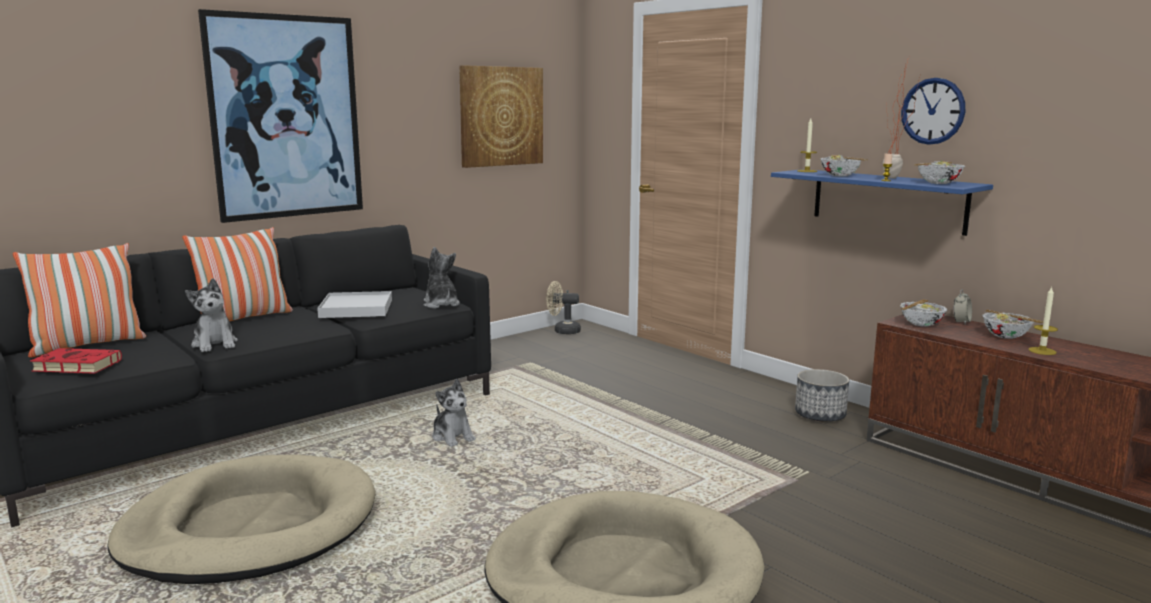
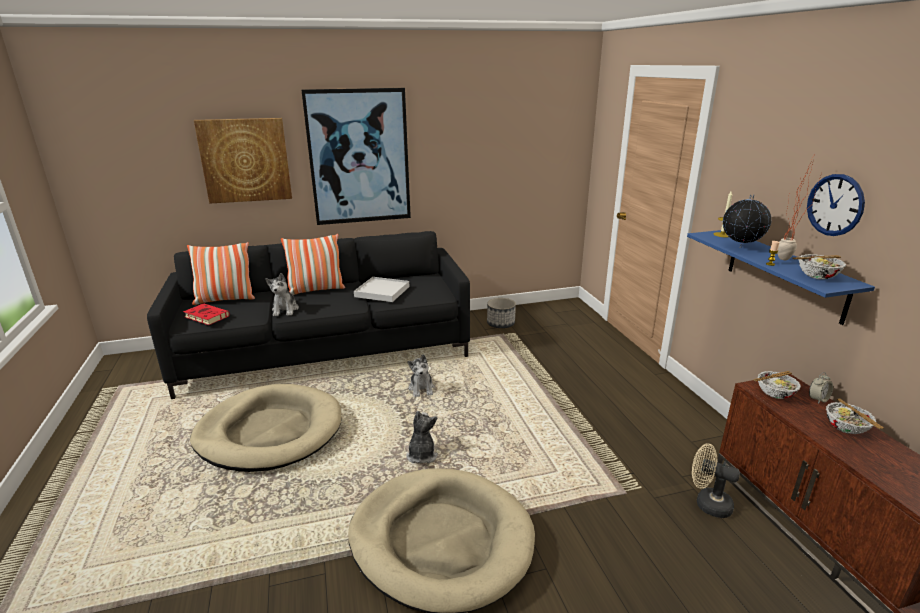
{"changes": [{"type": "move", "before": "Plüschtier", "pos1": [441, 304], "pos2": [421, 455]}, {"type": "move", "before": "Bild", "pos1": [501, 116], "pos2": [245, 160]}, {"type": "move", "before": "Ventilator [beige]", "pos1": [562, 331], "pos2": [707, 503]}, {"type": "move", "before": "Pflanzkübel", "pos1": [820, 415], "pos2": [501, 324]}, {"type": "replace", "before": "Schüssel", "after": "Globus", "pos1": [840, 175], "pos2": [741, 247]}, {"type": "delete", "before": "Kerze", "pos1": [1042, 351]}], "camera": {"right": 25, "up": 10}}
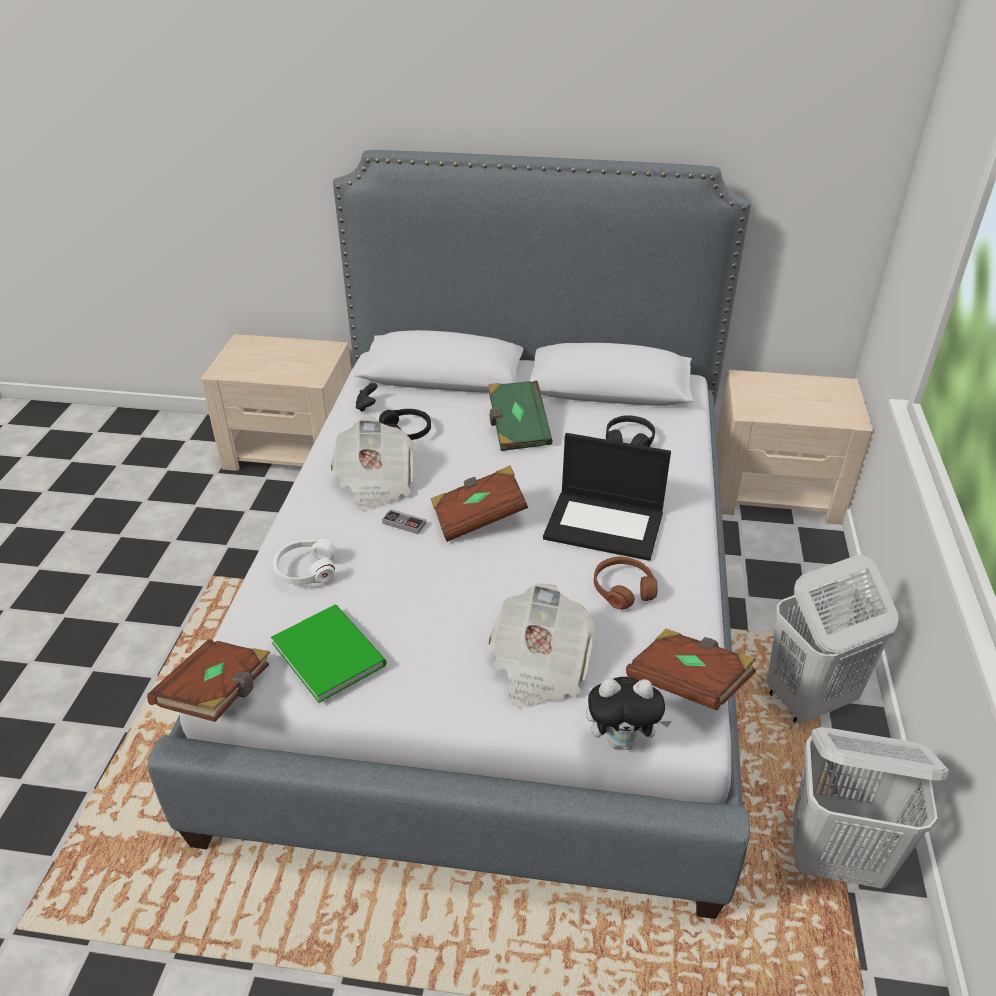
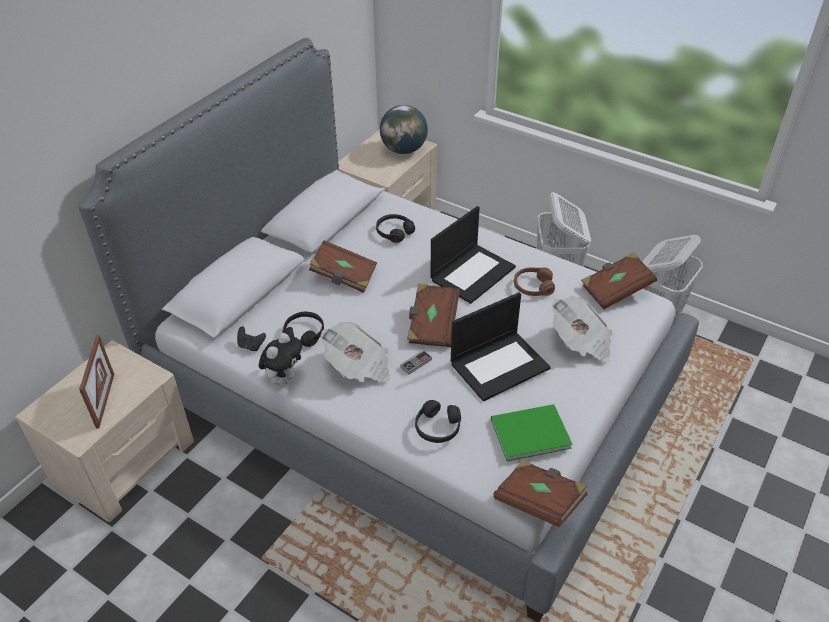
{"changes": [{"type": "recolor", "before": "Kopfhörer [weiß]", "after": "Kopfhörer [schwarz]", "pos1": [305, 569], "pos2": [437, 427]}, {"type": "recolor", "before": "Buch [grün]", "after": "Buch [braun]", "pos1": [517, 429], "pos2": [344, 276]}, {"type": "move", "before": "Plüschtier", "pos1": [622, 740], "pos2": [284, 378]}, {"type": "insert", "after": "Bilderrahmen", "pos2": [105, 400]}, {"type": "insert", "after": "Globus", "pos2": [403, 150]}, {"type": "insert", "after": "Laptop", "pos2": [500, 365]}], "camera": {"right": -65, "up": 5}}
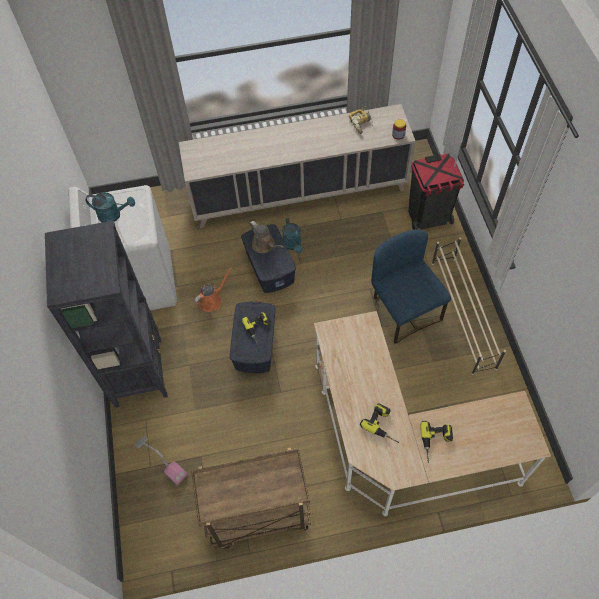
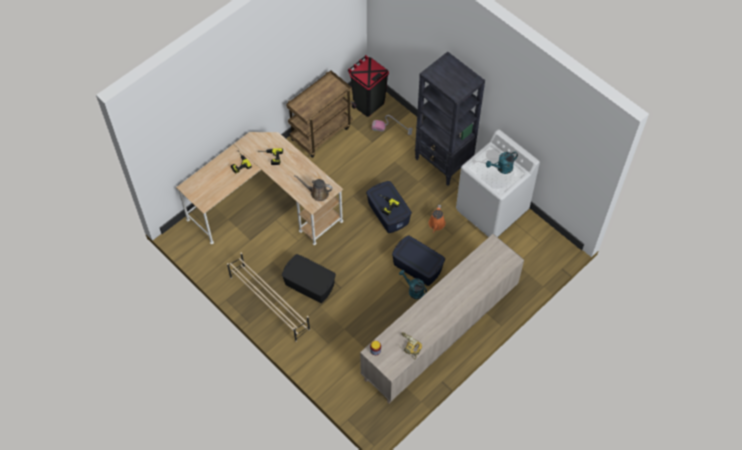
{"changes": [{"type": "move", "before": "Gießkanne [braun]", "pos1": [265, 245], "pos2": [317, 193]}, {"type": "replace", "before": "Stuhl [blau]", "after": "Aufbewahrungsbox [schwarz]", "pos1": [404, 310], "pos2": [309, 284]}, {"type": "move", "before": "Mülleimer [schwarz]", "pos1": [428, 217], "pos2": [368, 104]}], "camera": {"right": 145, "up": 0}}
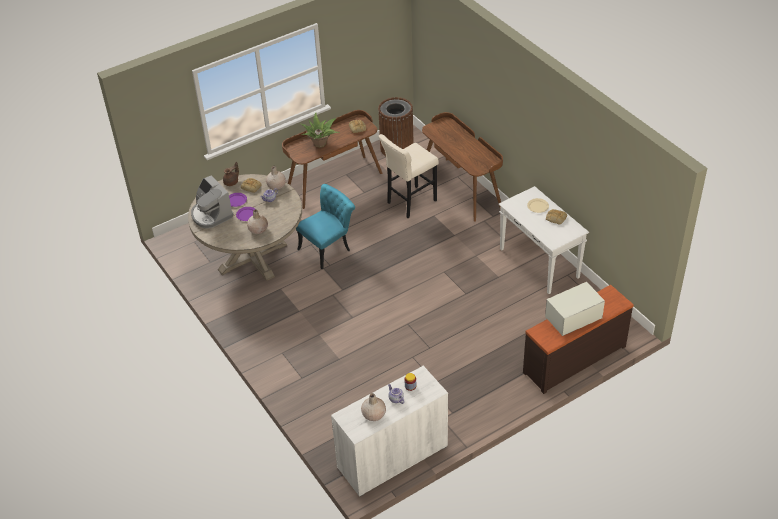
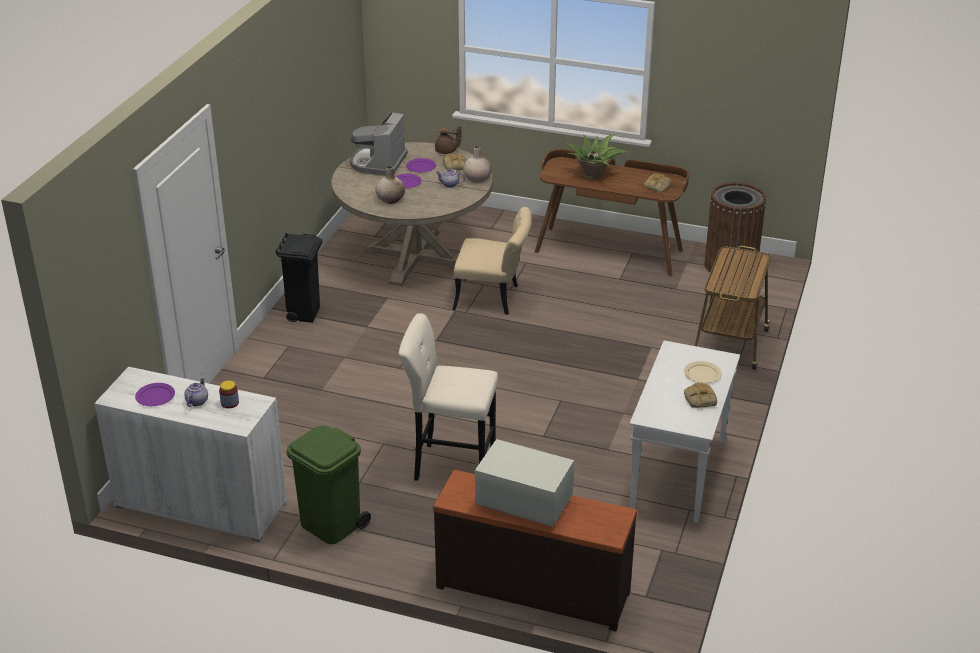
{"changes": [{"type": "recolor", "before": "Stuhl [türkis]", "after": "Stuhl [beige]", "pos1": [328, 247], "pos2": [493, 298]}, {"type": "replace", "before": "Vase [beige]", "after": "Teller [lila]", "pos1": [373, 414], "pos2": [155, 396]}, {"type": "move", "before": "Hocker [beige]", "pos1": [410, 203], "pos2": [450, 465]}, {"type": "replace", "before": "Schreibtisch [braun]", "after": "Rollwagen", "pos1": [461, 188], "pos2": [730, 345]}, {"type": "insert", "after": "Mülleimer [schwarz]", "pos2": [304, 314]}, {"type": "insert", "after": "Mülleimer [grün]", "pos2": [331, 525]}], "camera": {"right": 50, "up": -10}}
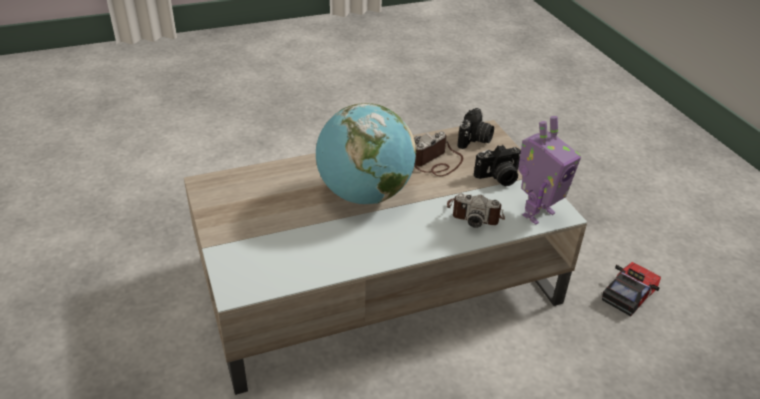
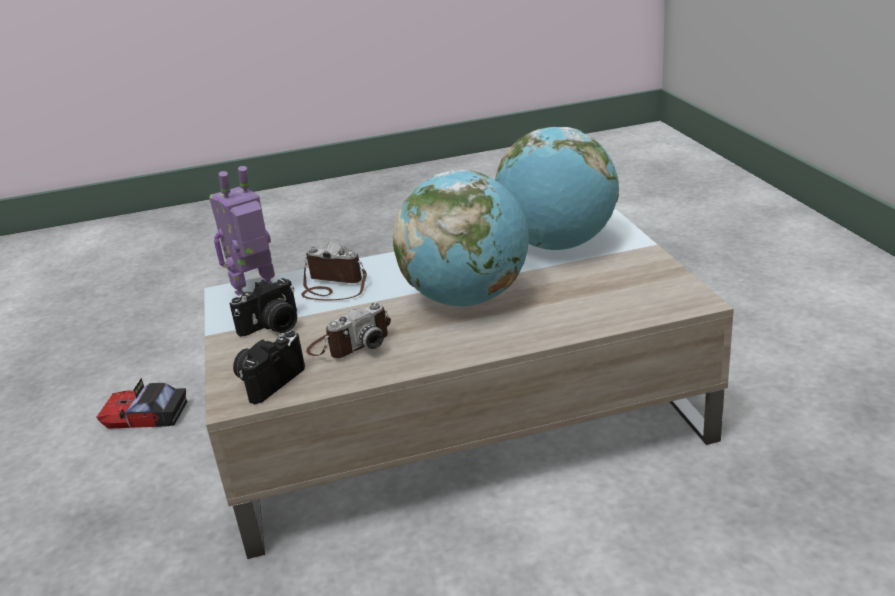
{"changes": [{"type": "rotate", "before": "Kamera", "pos1": [498, 178], "pos2": [273, 327], "turn": 150}, {"type": "rotate", "before": "Spielzeugauto", "pos1": [629, 292], "pos2": [146, 415], "turn": 45}, {"type": "insert", "after": "Globus", "pos2": [558, 245]}], "camera": {"right": -170, "up": -10}}
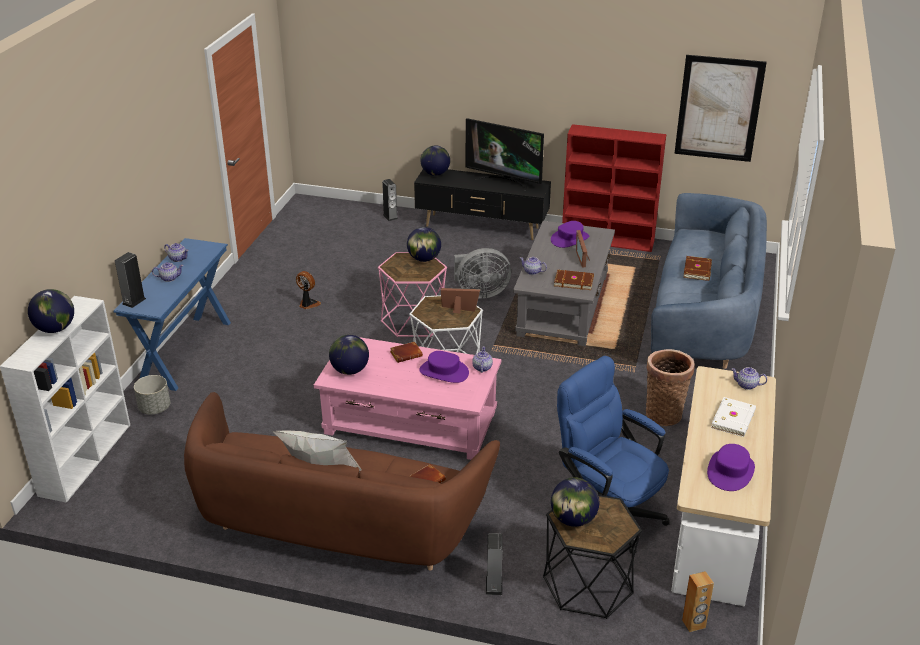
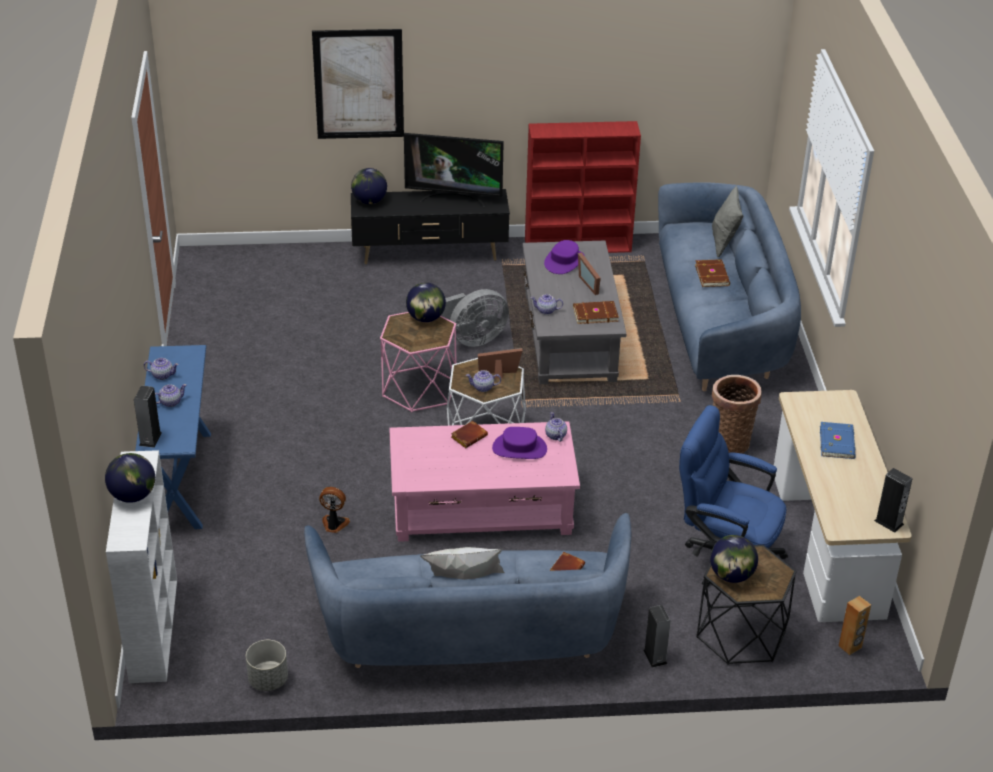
{"changes": [{"type": "move", "before": "Pflanzkübel [grau]", "pos1": [154, 408], "pos2": [268, 680]}, {"type": "recolor", "before": "Sofa [braun]", "after": "Sofa [blau]", "pos1": [337, 525], "pos2": [470, 635]}, {"type": "move", "before": "Ventilator", "pos1": [308, 304], "pos2": [334, 524]}, {"type": "delete", "before": "Globus", "pos1": [350, 370]}, {"type": "move", "before": "Lautsprecher", "pos1": [390, 217], "pos2": [888, 522]}, {"type": "move", "before": "Bild", "pos1": [719, 108], "pos2": [359, 84]}, {"type": "delete", "before": "Hut [lila]", "pos1": [730, 471]}, {"type": "recolor", "before": "Buch [weiß]", "after": "Buch [blau]", "pos1": [734, 419], "pos2": [838, 442]}, {"type": "move", "before": "Teekanne", "pos1": [747, 385], "pos2": [483, 387]}, {"type": "insert", "after": "Kissen [grau]", "pos2": [724, 243]}], "camera": {"right": -20, "up": 5}}
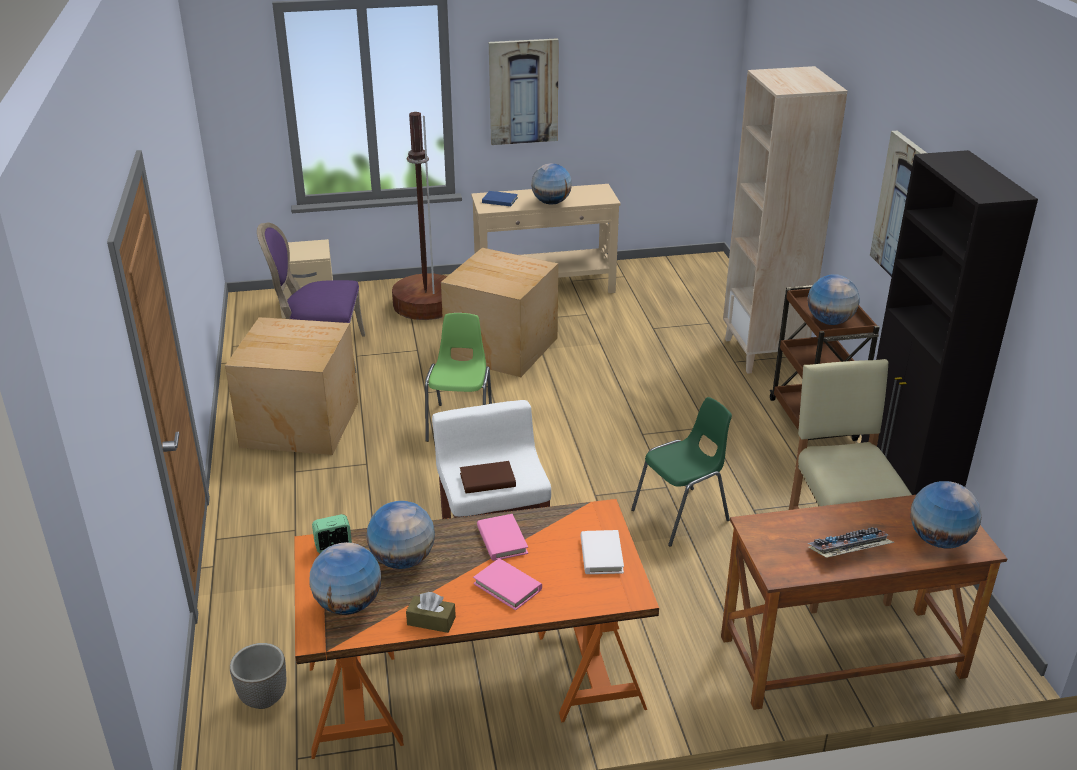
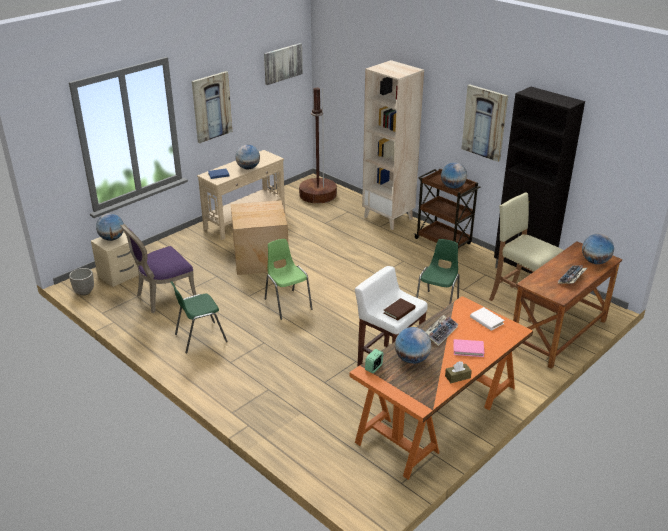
{"changes": [{"type": "replace", "before": "Karton", "after": "Stuhl [grün]", "pos1": [299, 423], "pos2": [200, 337]}, {"type": "move", "before": "Pflanzkübel", "pos1": [263, 698], "pos2": [84, 292]}, {"type": "move", "before": "Globus", "pos1": [348, 605], "pos2": [112, 238]}, {"type": "move", "before": "Stehlampe [braun]", "pos1": [426, 304], "pos2": [317, 195]}, {"type": "replace", "before": "Buch [rosa]", "after": "Tastatur", "pos1": [502, 540], "pos2": [440, 332]}, {"type": "insert", "after": "Bild", "pos2": [282, 63]}], "camera": {"right": -35, "up": 0}}
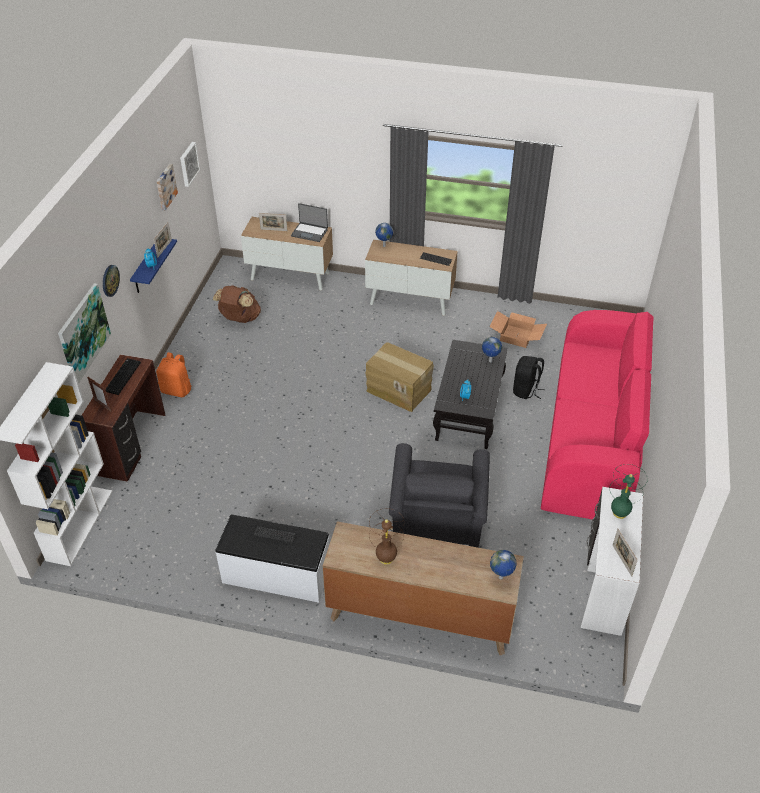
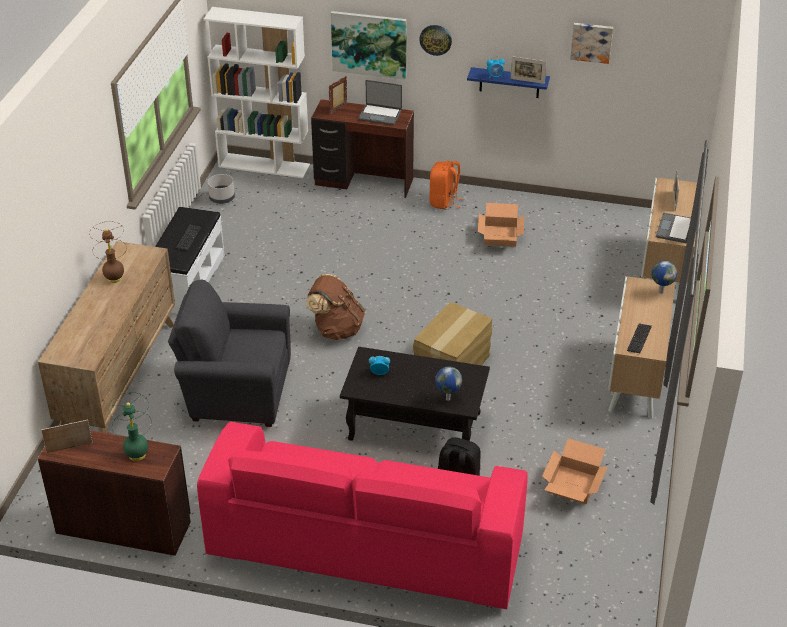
{"changes": [{"type": "replace", "before": "Tastatur", "after": "Laptop", "pos1": [122, 376], "pos2": [380, 115]}, {"type": "delete", "before": "Bild", "pos1": [188, 164]}, {"type": "move", "before": "Rucksack [braun]", "pos1": [239, 319], "pos2": [336, 329]}, {"type": "delete", "before": "Globus", "pos1": [501, 578]}, {"type": "recolor", "before": "Schreibtisch [weiß]", "after": "Schreibtisch [braun]", "pos1": [603, 586], "pos2": [124, 526]}, {"type": "insert", "after": "Pflanzkübel [grau]", "pos2": [221, 198]}, {"type": "insert", "after": "Karton", "pos2": [501, 236]}], "camera": {"right": 90, "up": -5}}
